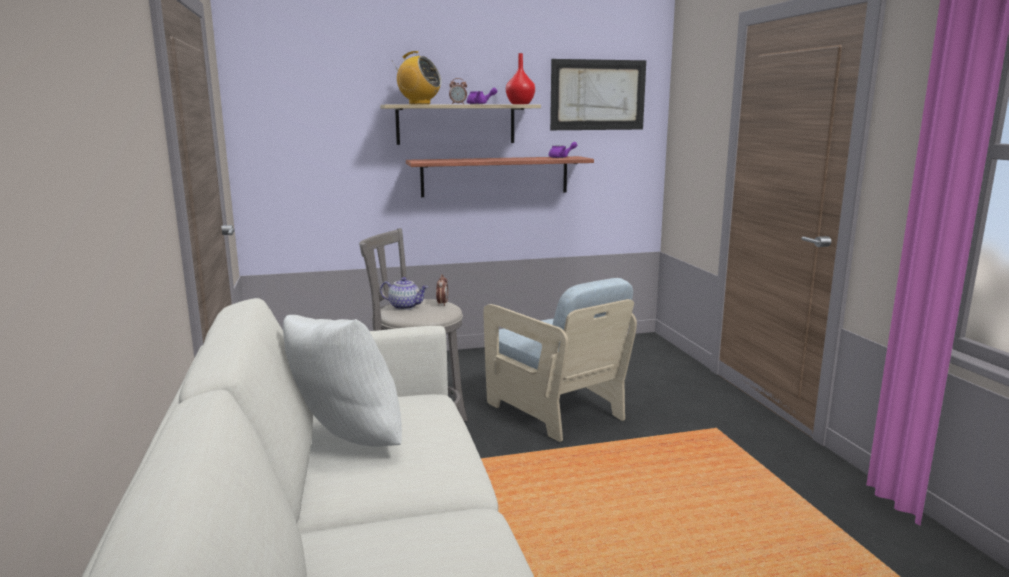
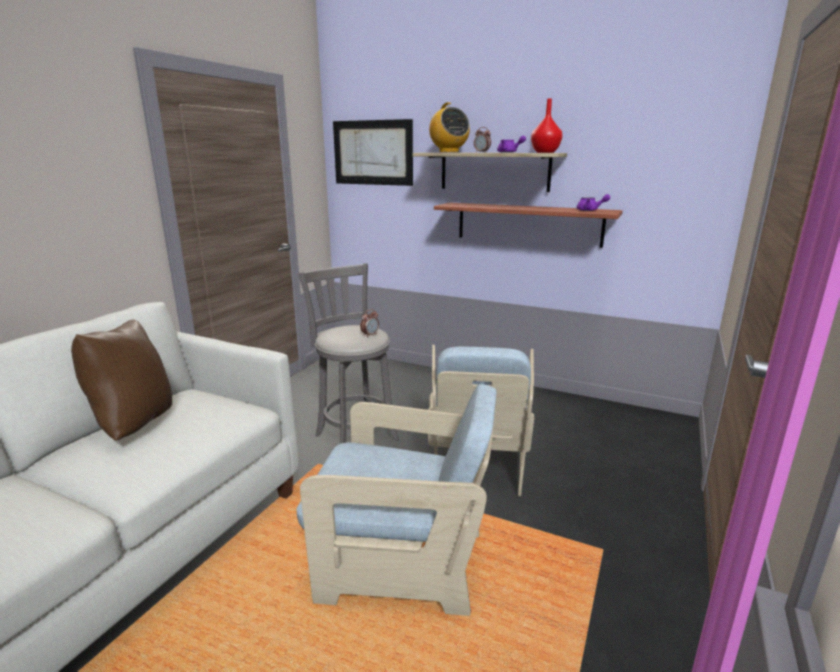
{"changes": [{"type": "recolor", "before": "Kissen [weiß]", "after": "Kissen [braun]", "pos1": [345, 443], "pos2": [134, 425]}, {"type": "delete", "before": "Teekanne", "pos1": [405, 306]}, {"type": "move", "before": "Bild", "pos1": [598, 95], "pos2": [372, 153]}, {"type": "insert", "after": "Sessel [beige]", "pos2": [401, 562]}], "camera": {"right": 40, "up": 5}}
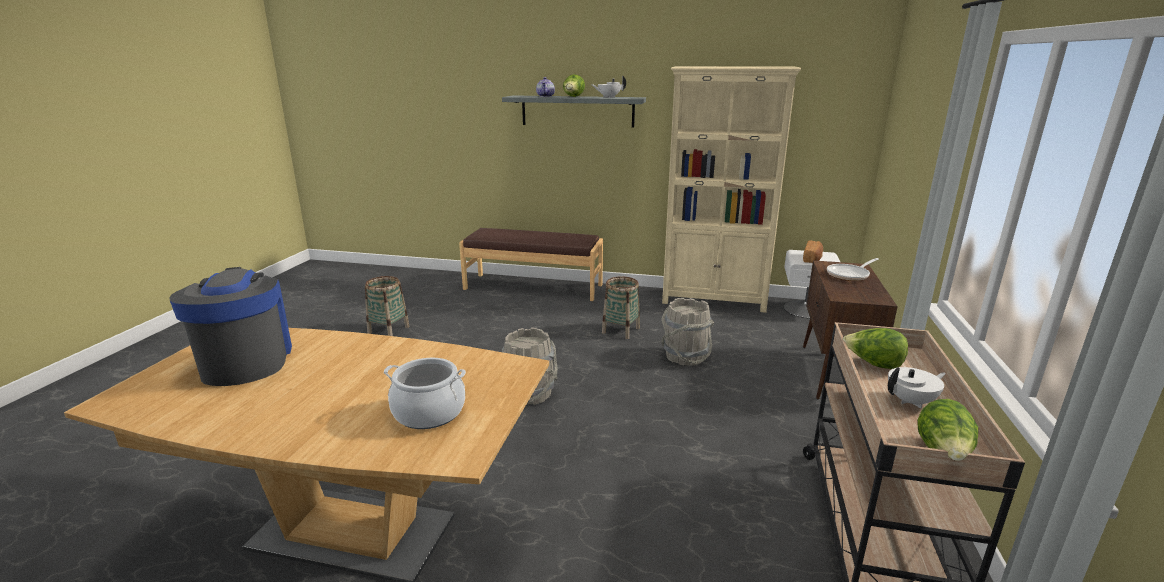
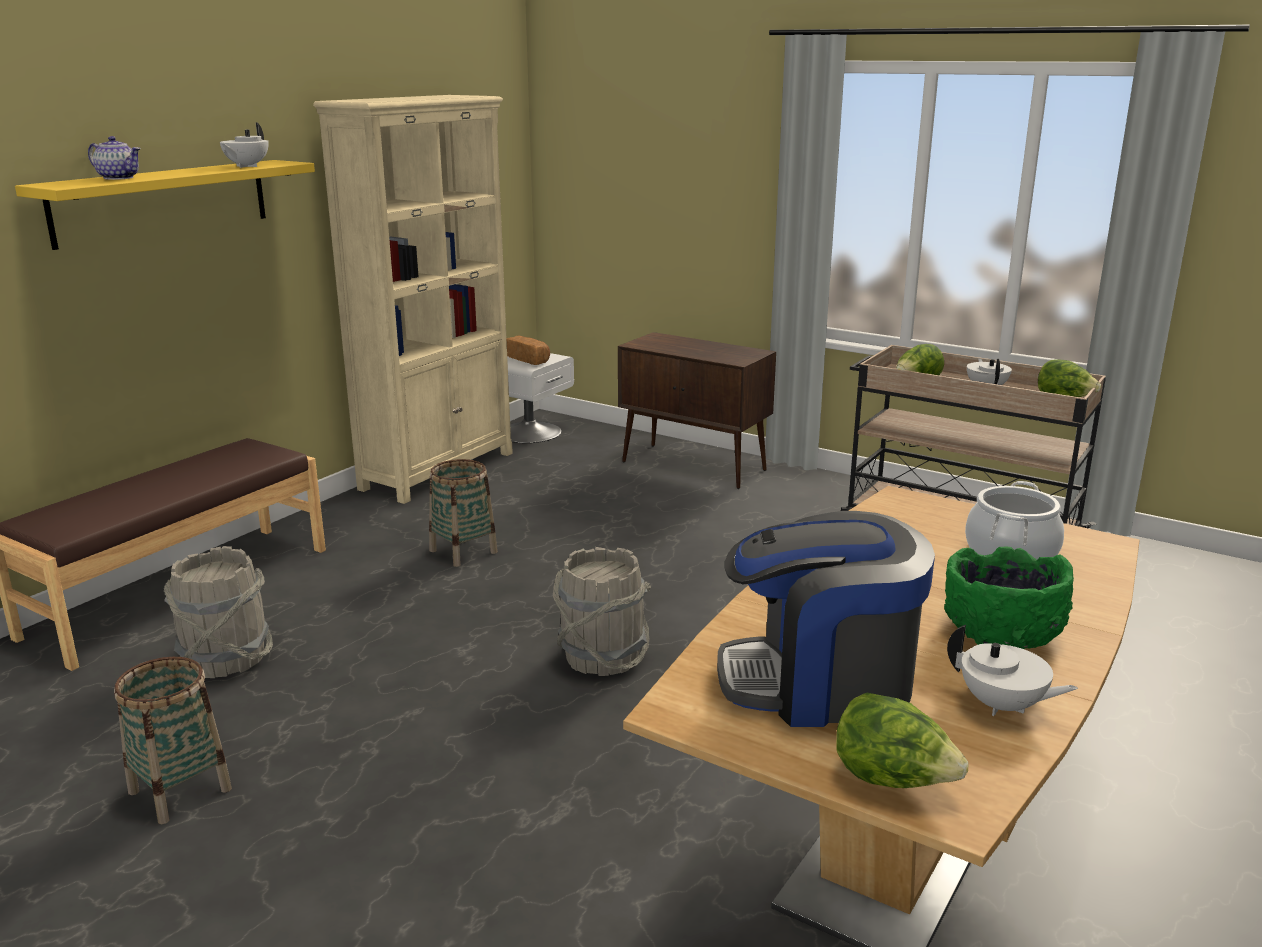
{"changes": [{"type": "recolor", "before": "Wandregal [grau]", "after": "Wandregal [gelb]", "pos1": [577, 111], "pos2": [162, 202]}, {"type": "move", "before": "Salatkopf", "pos1": [573, 97], "pos2": [893, 780]}, {"type": "move", "before": "Eimer [grau]", "pos1": [685, 356], "pos2": [225, 659]}, {"type": "delete", "before": "Pfanne", "pos1": [850, 275]}, {"type": "insert", "after": "Schüssel [grün]", "pos2": [1001, 632]}, {"type": "insert", "after": "Teekanne [weiß]", "pos2": [1002, 706]}], "camera": {"right": -70, "up": 0}}
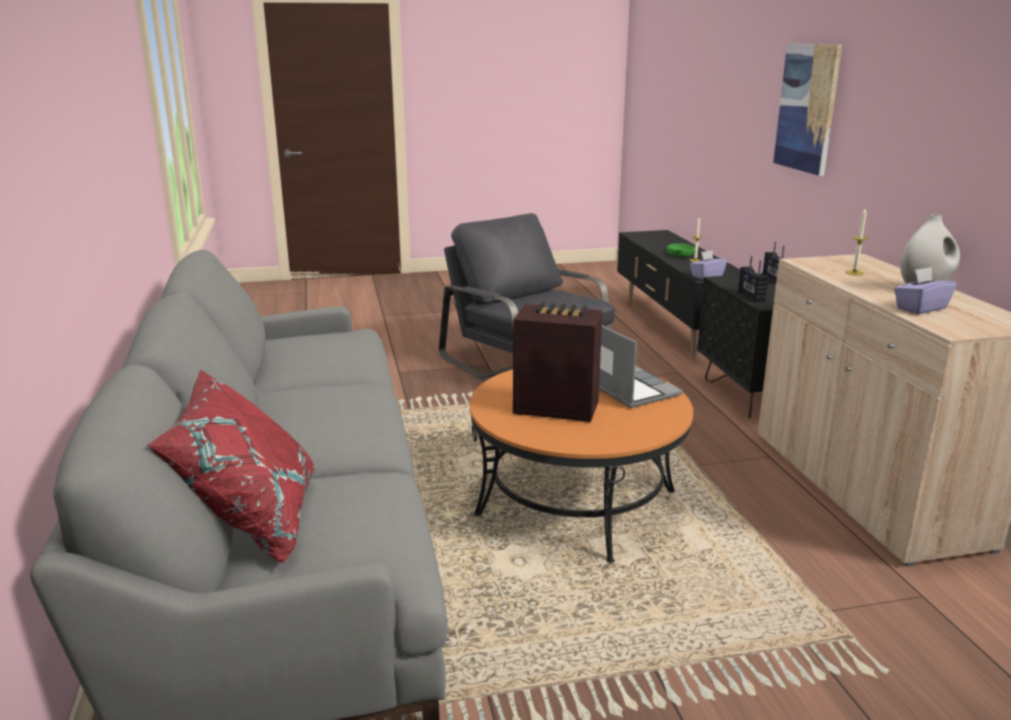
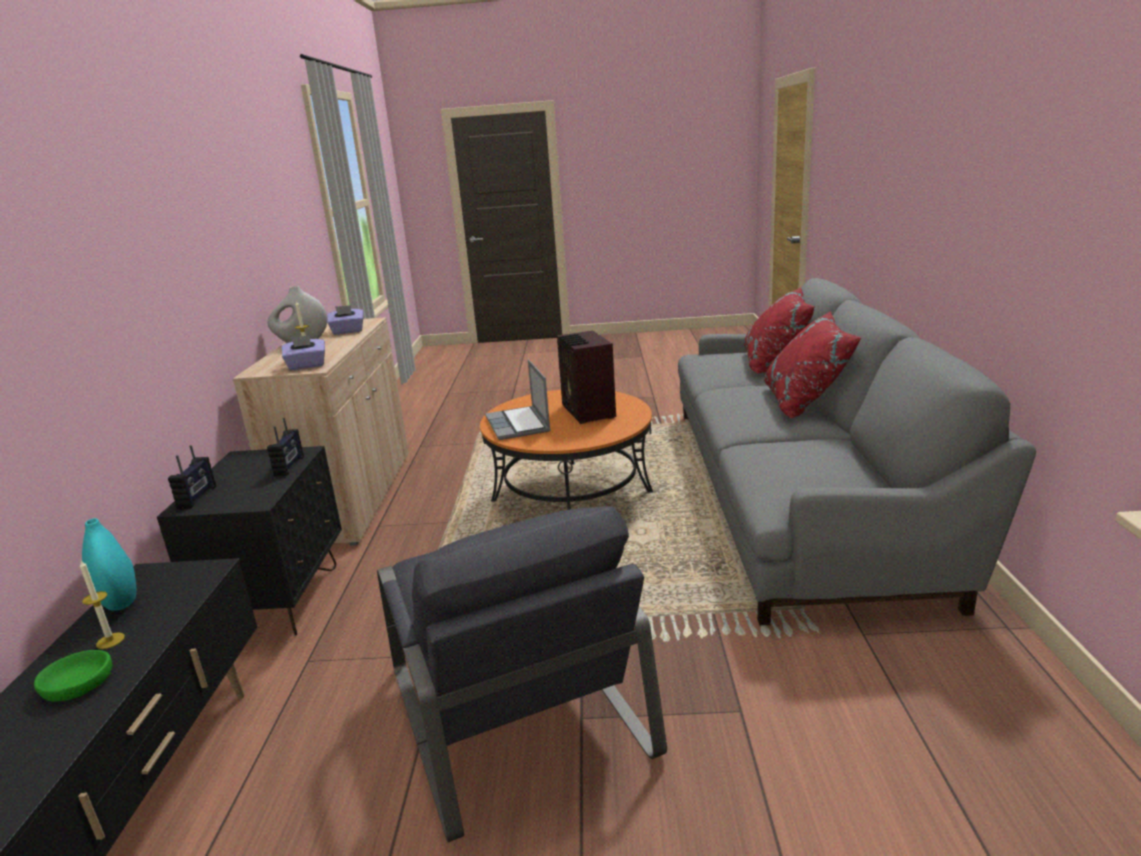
{"changes": [{"type": "rotate", "before": "Radio", "pos1": [554, 407], "pos2": [587, 412], "turn": 45}, {"type": "move", "before": "Taschentuchbox [lila]", "pos1": [706, 276], "pos2": [307, 366]}, {"type": "delete", "before": "Bild", "pos1": [807, 108]}, {"type": "insert", "after": "Vase [türkis]", "pos2": [119, 600]}, {"type": "insert", "after": "Kissen [rot]", "pos2": [805, 403]}], "camera": {"right": -165, "up": 0}}
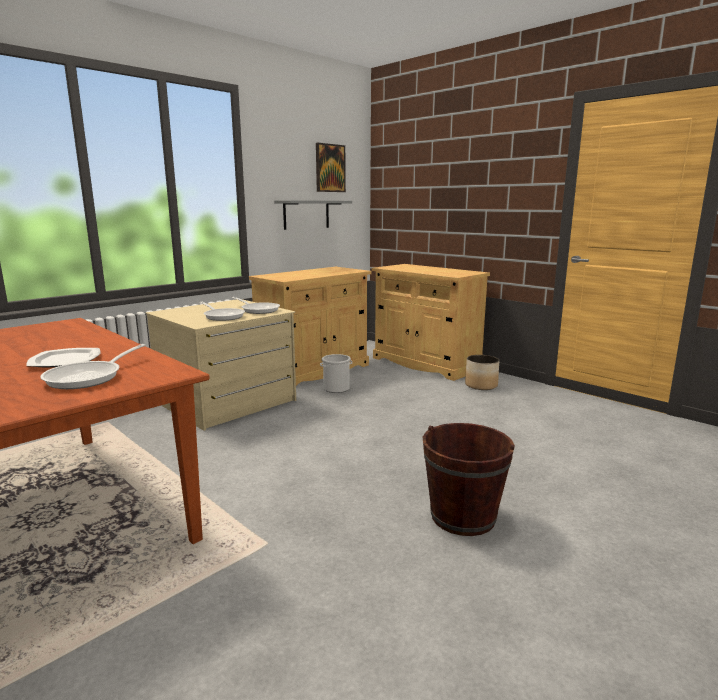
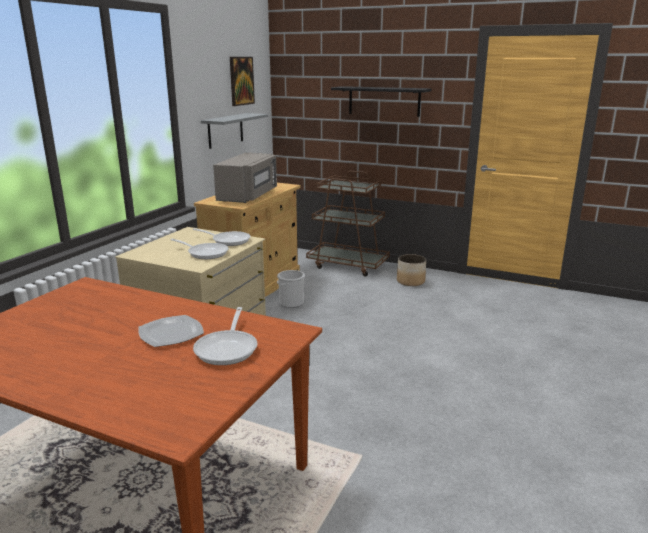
{"changes": [{"type": "replace", "before": "Schrank [beige]", "after": "Rollwagen [braun]", "pos1": [425, 363], "pos2": [348, 265]}, {"type": "delete", "before": "Eimer [braun]", "pos1": [463, 517]}, {"type": "insert", "after": "Mikrowelle [grau]", "pos2": [249, 196]}, {"type": "insert", "after": "Wandregal [schwarz]", "pos2": [384, 101]}], "camera": {"right": -20, "up": 5}}
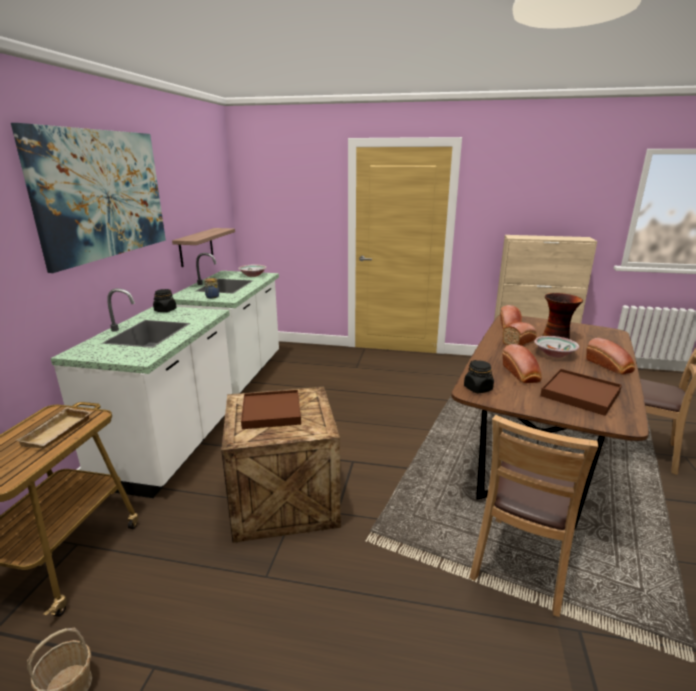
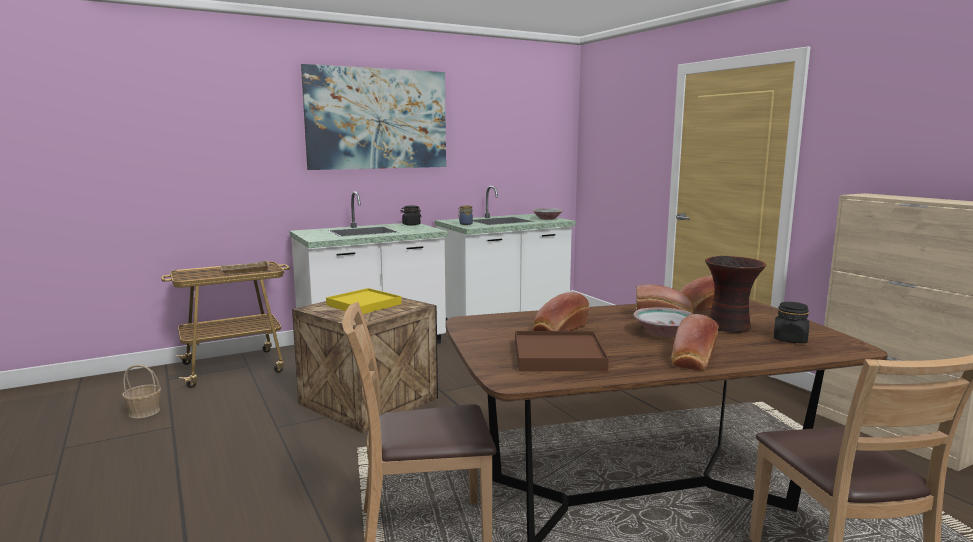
{"changes": [{"type": "delete", "before": "Wandregal", "pos1": [196, 247]}, {"type": "recolor", "before": "Tablett [braun]", "after": "Tablett [gelb]", "pos1": [271, 412], "pos2": [364, 304]}, {"type": "move", "before": "Vorratsglas [schwarz]", "pos1": [478, 388], "pos2": [790, 339]}], "camera": {"right": 50, "up": -10}}
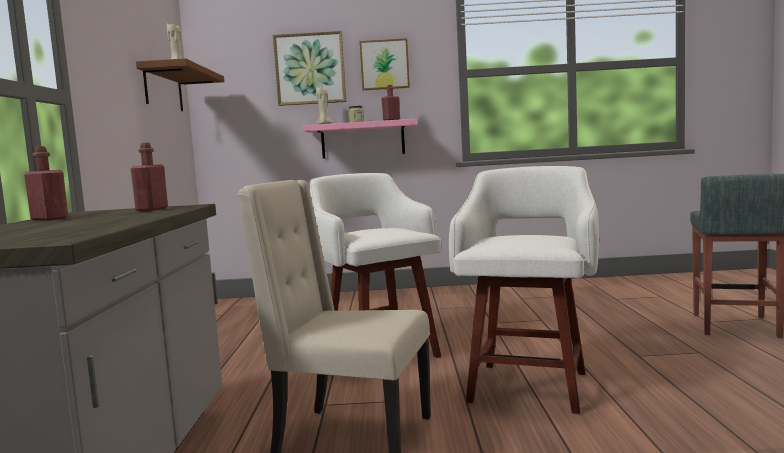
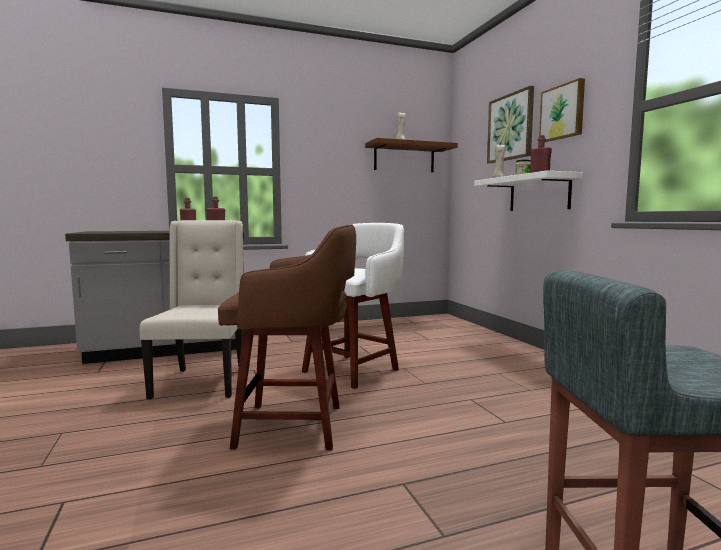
{"changes": [{"type": "recolor", "before": "Wandregal [rosa]", "after": "Wandregal [weiß]", "pos1": [362, 140], "pos2": [539, 193]}, {"type": "recolor", "before": "Hocker [weiß]", "after": "Hocker [braun]", "pos1": [529, 385], "pos2": [295, 426]}], "camera": {"right": 70, "up": 0}}
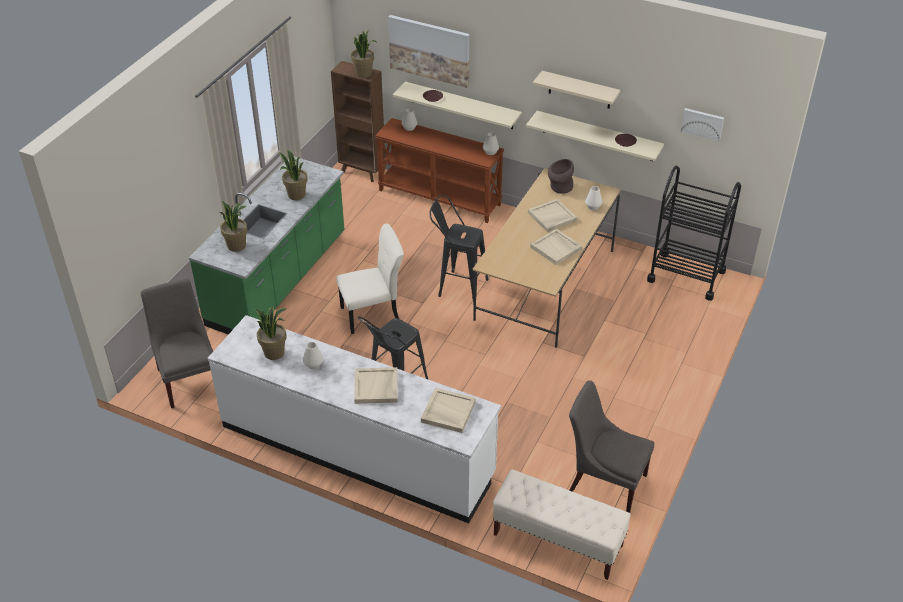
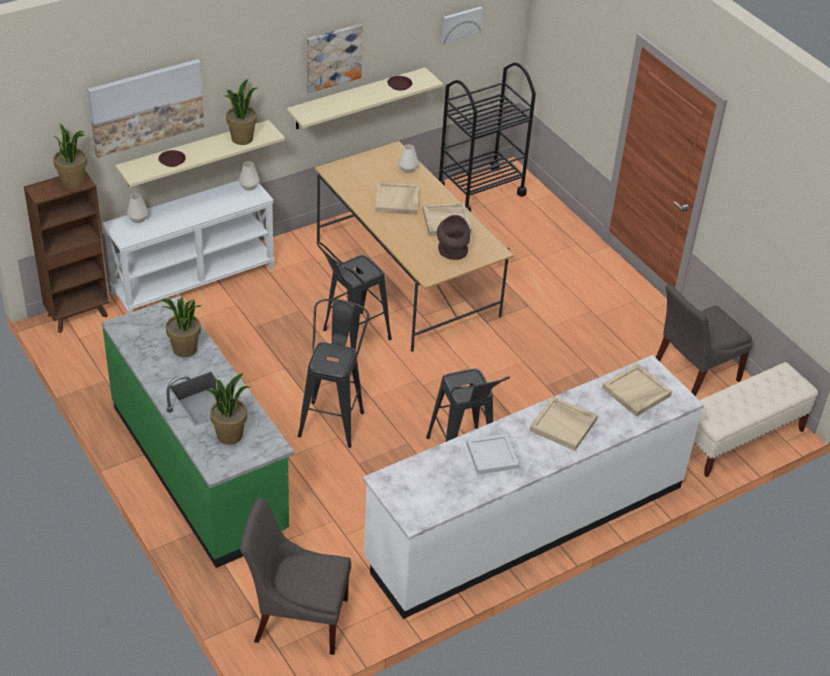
{"changes": [{"type": "move", "before": "Topfpflanze", "pos1": [274, 352], "pos2": [242, 138]}, {"type": "replace", "before": "Vase [weiß]", "after": "Tablett [weiß]", "pos1": [313, 364], "pos2": [491, 456]}, {"type": "replace", "before": "Stuhl [beige]", "after": "Hocker [schwarz]", "pos1": [373, 314], "pos2": [333, 419]}, {"type": "recolor", "before": "Konsolentisch [braun]", "after": "Konsolentisch [weiß]", "pos1": [440, 197], "pos2": [193, 280]}, {"type": "replace", "before": "Wandregal [beige]", "after": "Bild", "pos1": [579, 90], "pos2": [333, 57]}, {"type": "move", "before": "Vase [braun]", "pos1": [559, 187], "pos2": [452, 253]}], "camera": {"right": -60, "up": 0}}
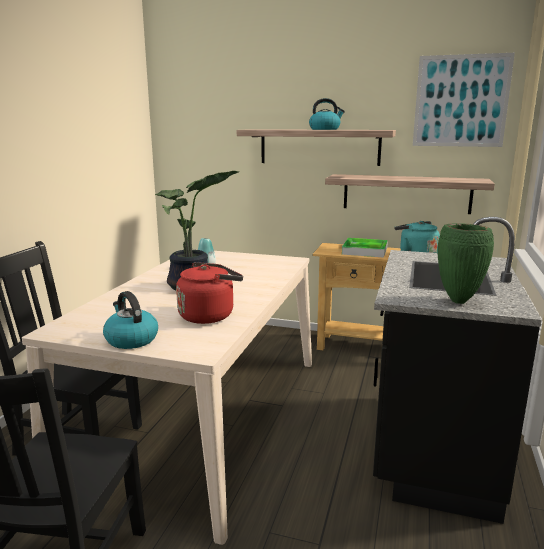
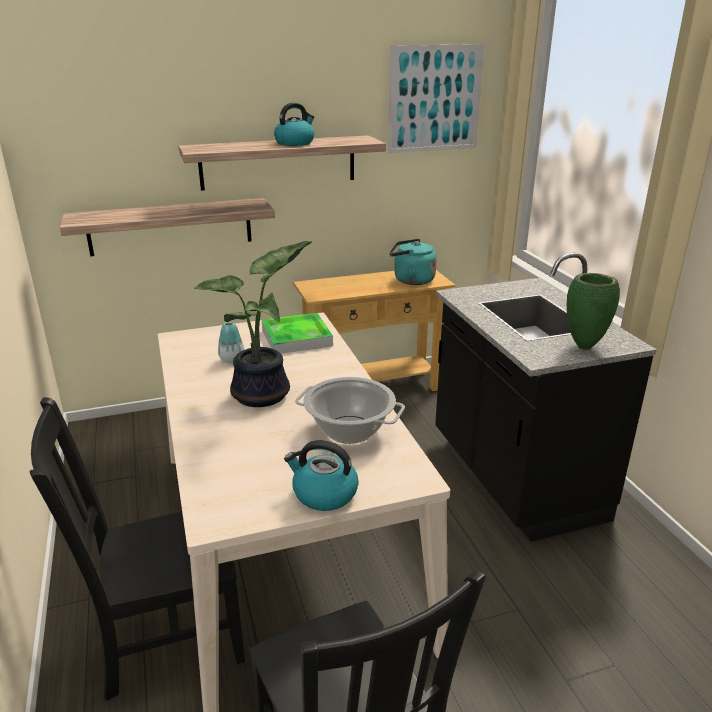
{"changes": [{"type": "replace", "before": "Wasserkessel [rot]", "after": "Kochtopf", "pos1": [209, 315], "pos2": [350, 430]}, {"type": "move", "before": "Wandregal", "pos1": [406, 193], "pos2": [170, 226]}, {"type": "move", "before": "Tablett", "pos1": [365, 251], "pos2": [296, 338]}], "camera": {"right": -35, "up": 10}}
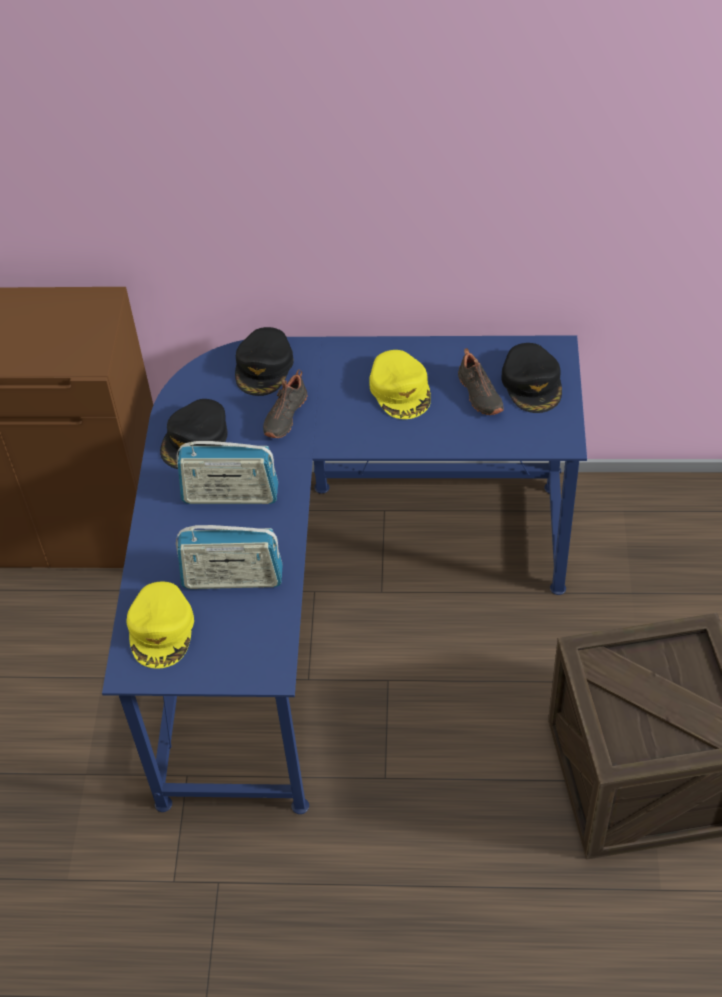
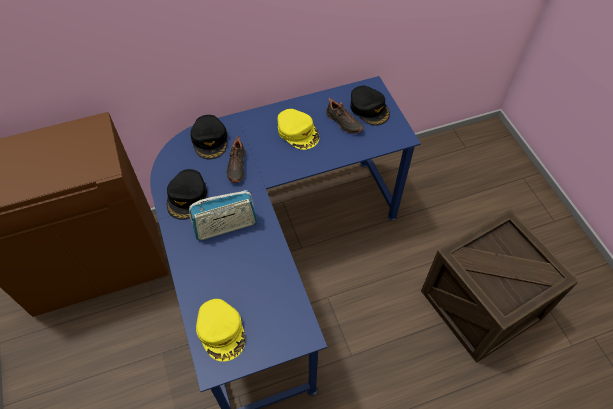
{"changes": [{"type": "delete", "before": "Radio", "pos1": [232, 579]}], "camera": {"right": -25, "up": 5}}
